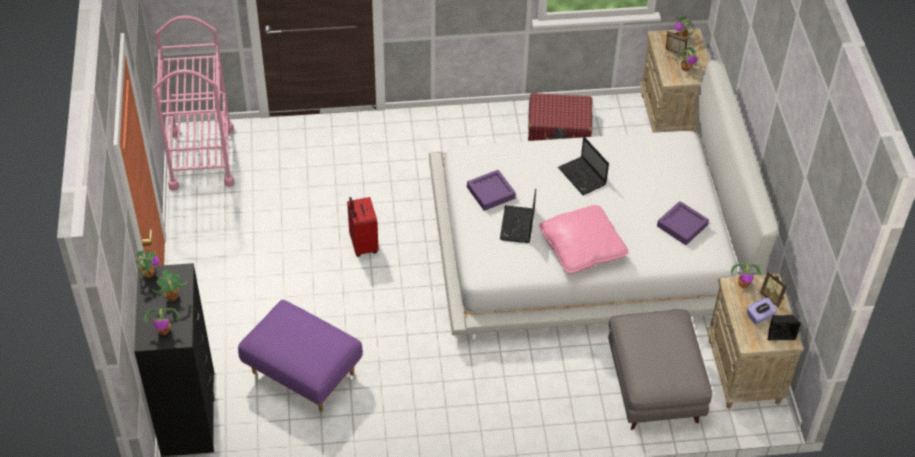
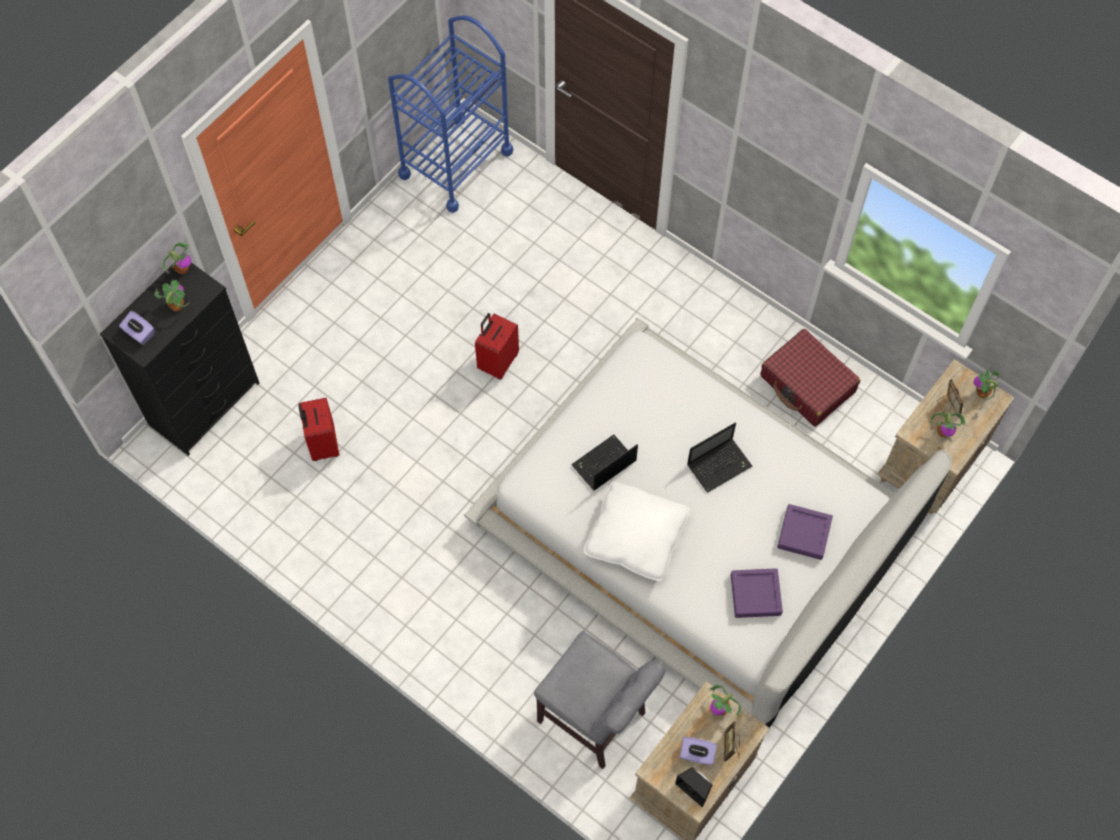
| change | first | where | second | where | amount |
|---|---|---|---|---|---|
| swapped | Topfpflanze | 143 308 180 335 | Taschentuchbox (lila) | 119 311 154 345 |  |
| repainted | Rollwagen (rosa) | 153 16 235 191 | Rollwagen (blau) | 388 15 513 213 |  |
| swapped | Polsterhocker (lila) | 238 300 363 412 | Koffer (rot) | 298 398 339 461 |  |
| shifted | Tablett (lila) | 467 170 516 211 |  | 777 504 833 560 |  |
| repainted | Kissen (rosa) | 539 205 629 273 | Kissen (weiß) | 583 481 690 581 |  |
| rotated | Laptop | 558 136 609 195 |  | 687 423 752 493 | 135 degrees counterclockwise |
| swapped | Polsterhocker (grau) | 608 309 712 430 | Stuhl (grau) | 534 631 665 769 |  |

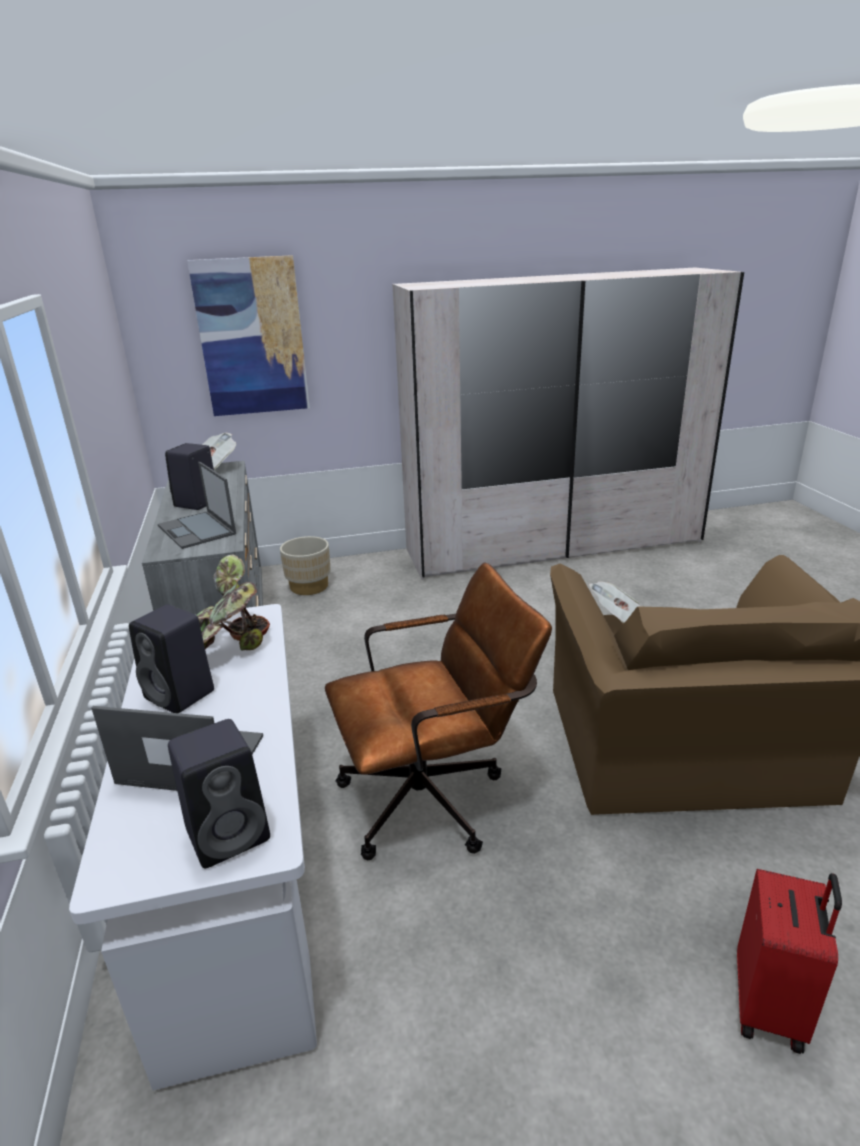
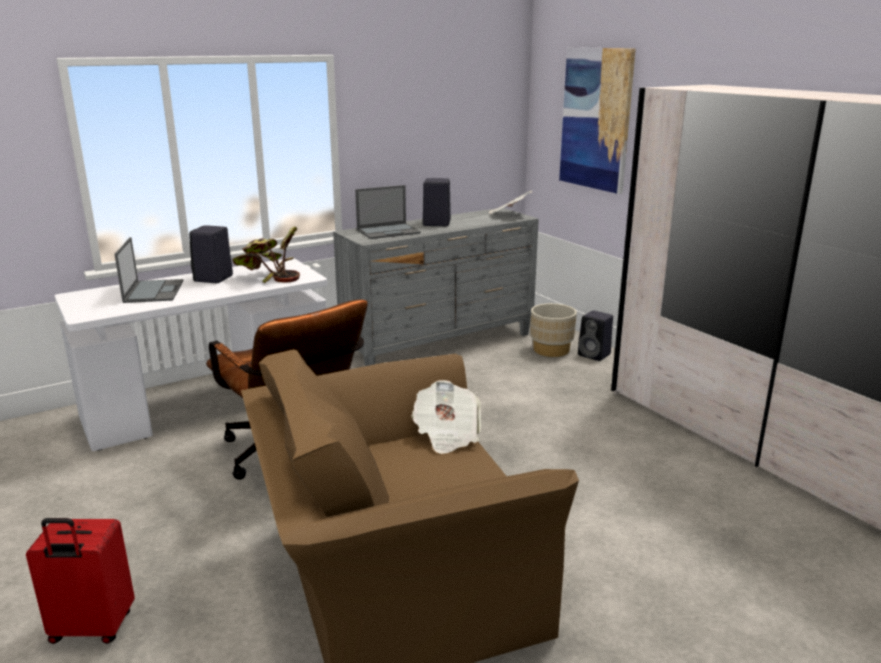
| change | first | where | second | where | amount |
|---|---|---|---|---|---|
| rotated | Laptop | 158 462 236 549 |  | 355 185 421 239 | 150 degrees counterclockwise |
| shifted | Lautsprecher (schwarz) | 168 719 270 868 |  | 578 310 613 361 |  |

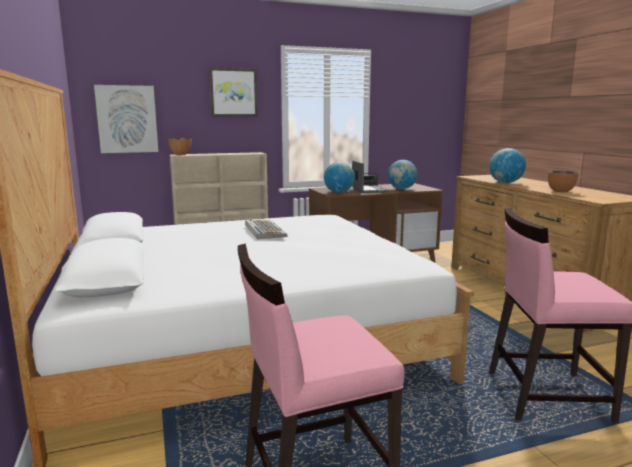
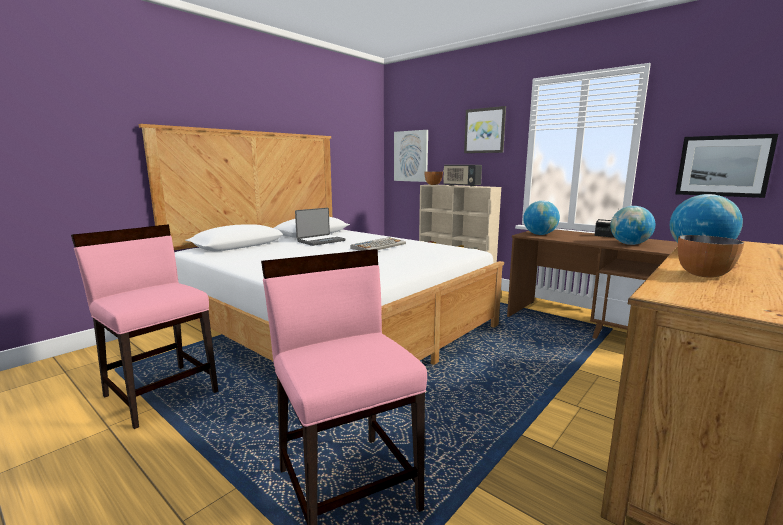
| change | first | where | second | where | amount |
|---|---|---|---|---|---|
| shifted | Laptop | 352 160 389 193 |  | 295 208 345 246 |  |
| new |  |  | Radio | 443 165 482 187 |  |
| new |  |  | Bild | 675 134 778 198 |  |

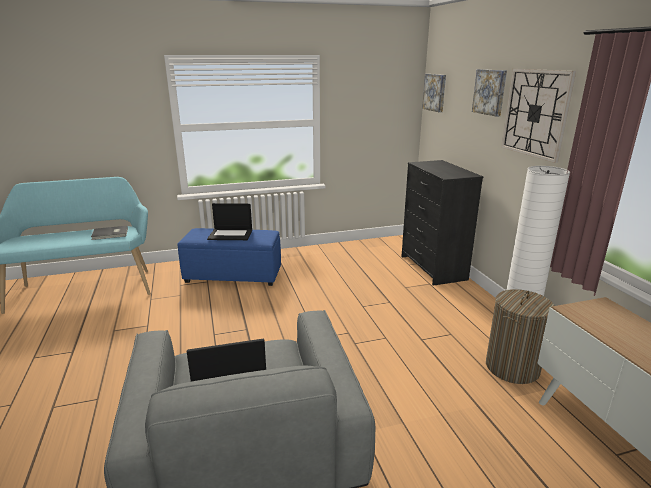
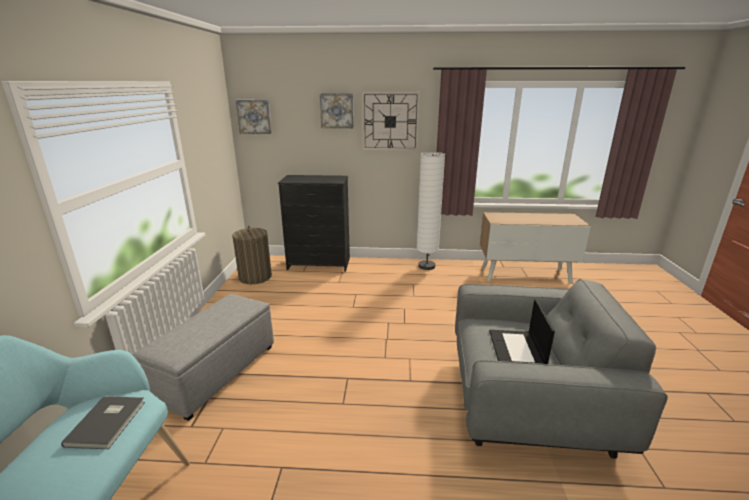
| change | first | where | second | where | amount |
|---|---|---|---|---|---|
| repainted | Polsterhocker (blau) | 177 228 281 286 | Polsterhocker (grau) | 133 294 274 421 |  |
| gone | Laptop | 207 203 252 240 |  |  |  |
| shifted | Wäschekorb | 486 289 554 384 |  | 232 226 272 284 |  |

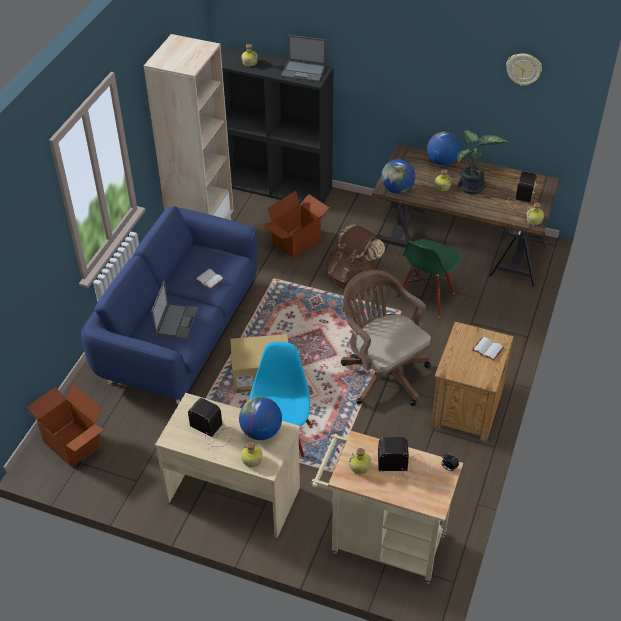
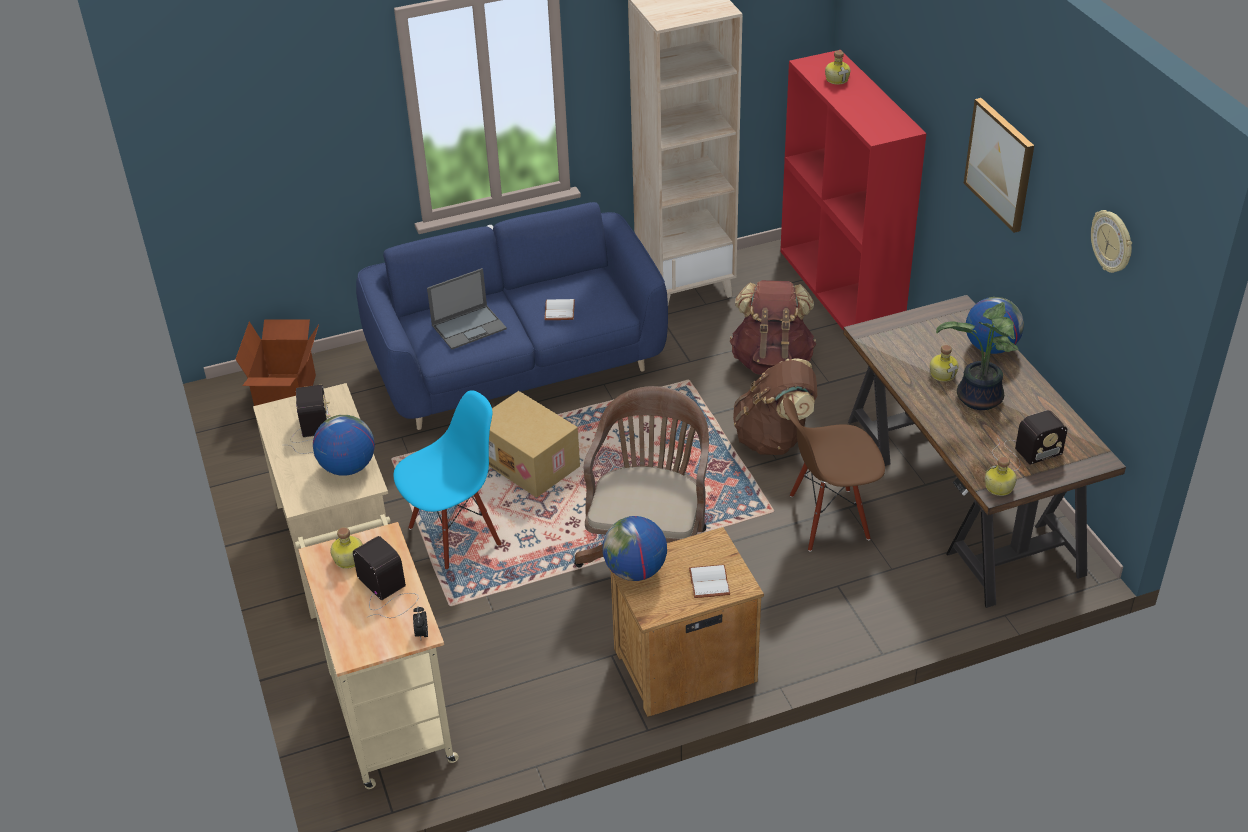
| change | first | where | second | where | amount |
|---|---|---|---|---|---|
| repainted | Bücherregal (schwarz) | 221 46 333 204 | Bücherregal (rot) | 780 50 927 331 |  |
| gone | Flasche | 241 442 262 468 |  |  |  |
| swapped | Karton | 262 191 329 258 | Rucksack (braun) | 729 280 816 375 |  |
| gone | Laptop | 281 35 326 82 |  |  |  |
| shifted | Globus | 381 159 415 194 |  | 603 516 667 581 |  |
| repainted | Stuhl (grün) | 397 239 461 317 | Stuhl (braun) | 783 398 885 552 |  |
| new |  |  | Bild | 964 98 1034 233 |  |

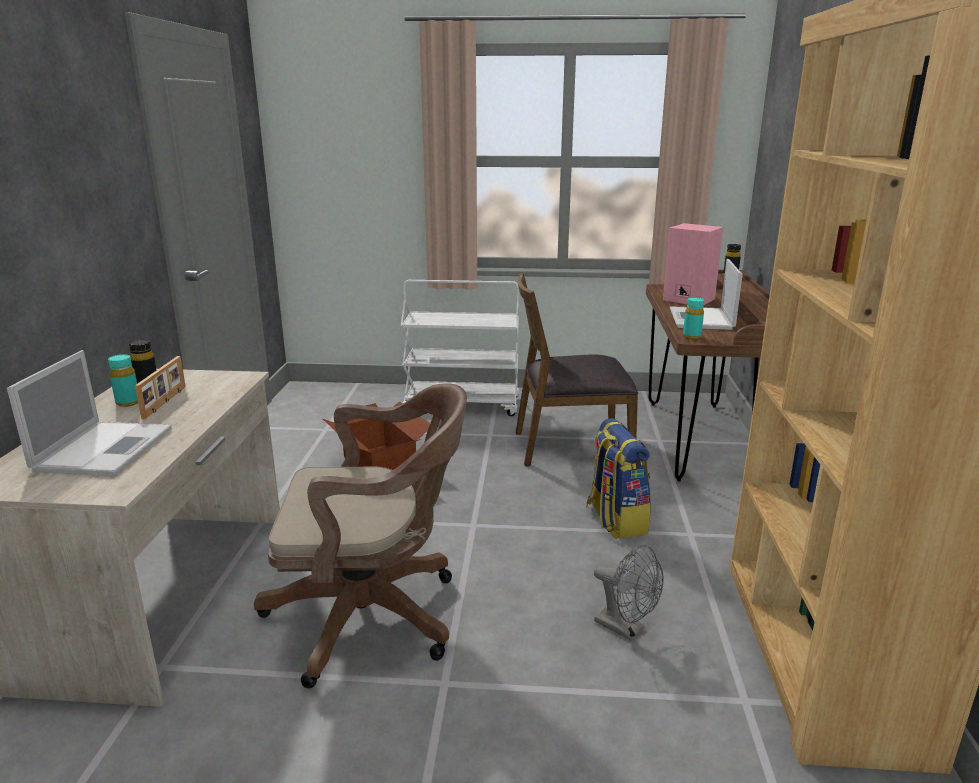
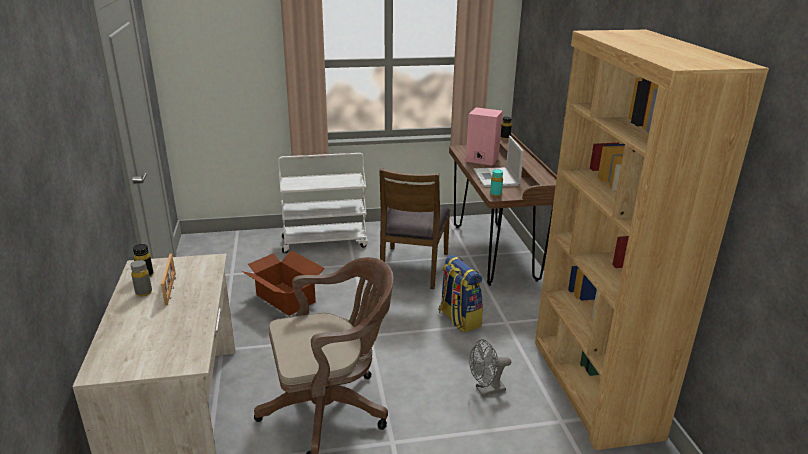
| change | first | where | second | where | amount |
|---|---|---|---|---|---|
| gone | Laptop | 7 350 172 476 |  |  |  |
| repainted | Flasche (türkis) | 108 354 138 407 | Flasche (grau) | 131 260 152 296 |  |
| rotated | Stuhl (braun) | 516 273 638 466 |  | 379 168 451 289 | 60 degrees counterclockwise |
| rotated | Ventilator (grau) | 594 545 664 641 |  | 469 339 511 396 | 135 degrees clockwise |

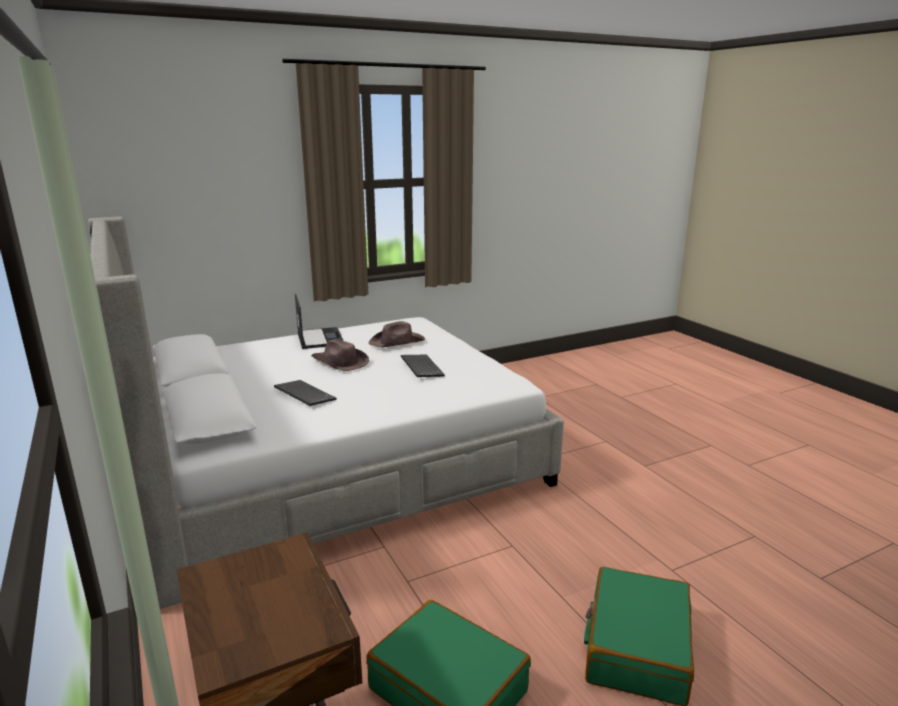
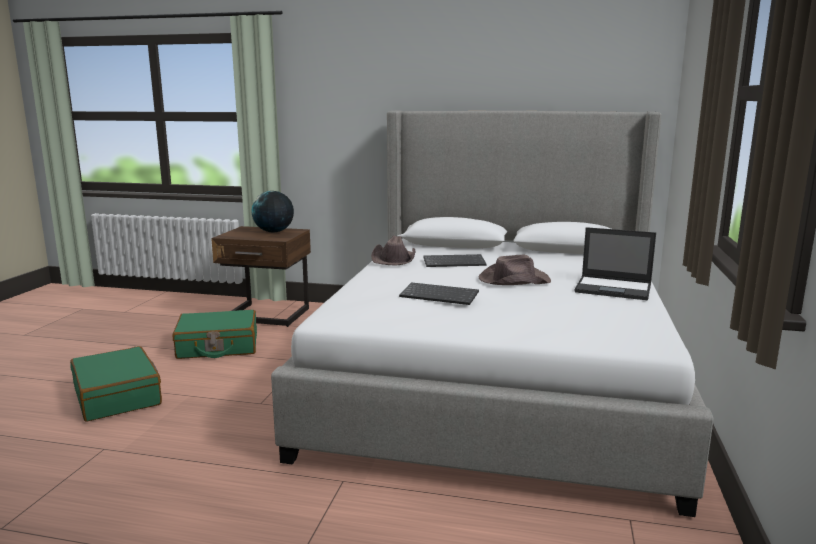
| change | first | where | second | where | amount |
|---|---|---|---|---|---|
| shifted | Hut (braun) | 369 321 425 347 |  | 371 235 415 265 |  |
| new |  |  | Globus | 252 191 294 233 |  |

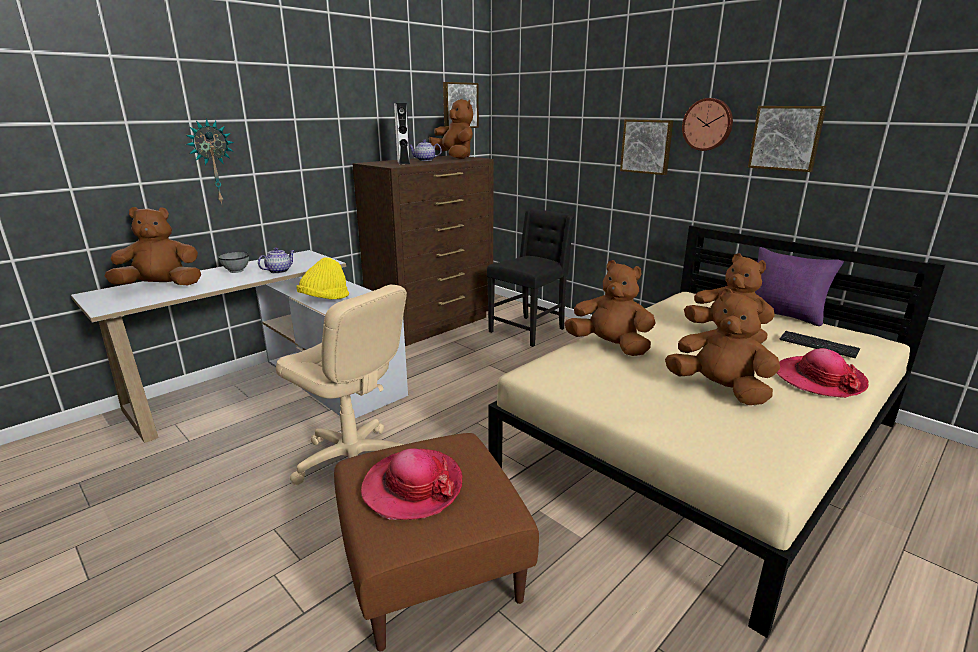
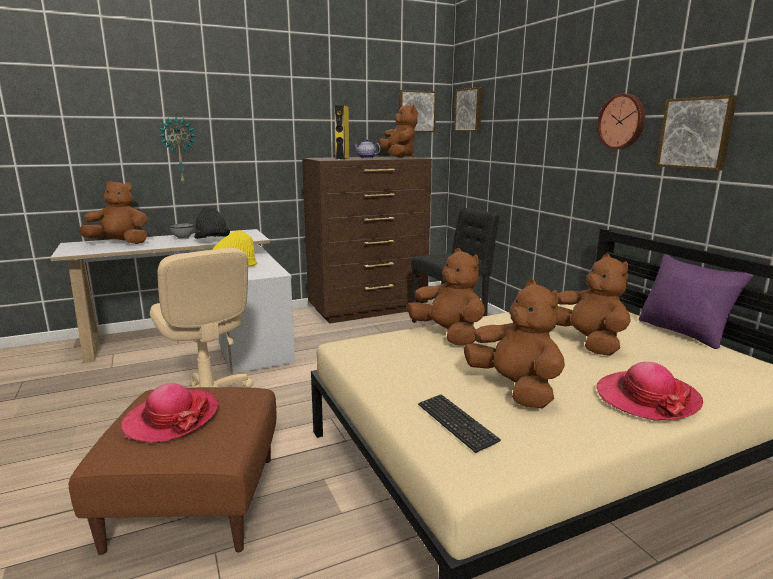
| change | first | where | second | where | amount |
|---|---|---|---|---|---|
| swapped | Teekanne | 258 248 295 274 | Hut (schwarz) | 194 206 230 239 |  |
| repainted | Lautsprecher (weiß) | 394 103 410 164 | Lautsprecher (gelb) | 334 105 349 159 |  |
| shifted | Bild | 620 119 673 175 |  | 454 87 483 131 |  |
| shifted | Tastatur | 779 331 860 358 |  | 418 394 501 453 |  |

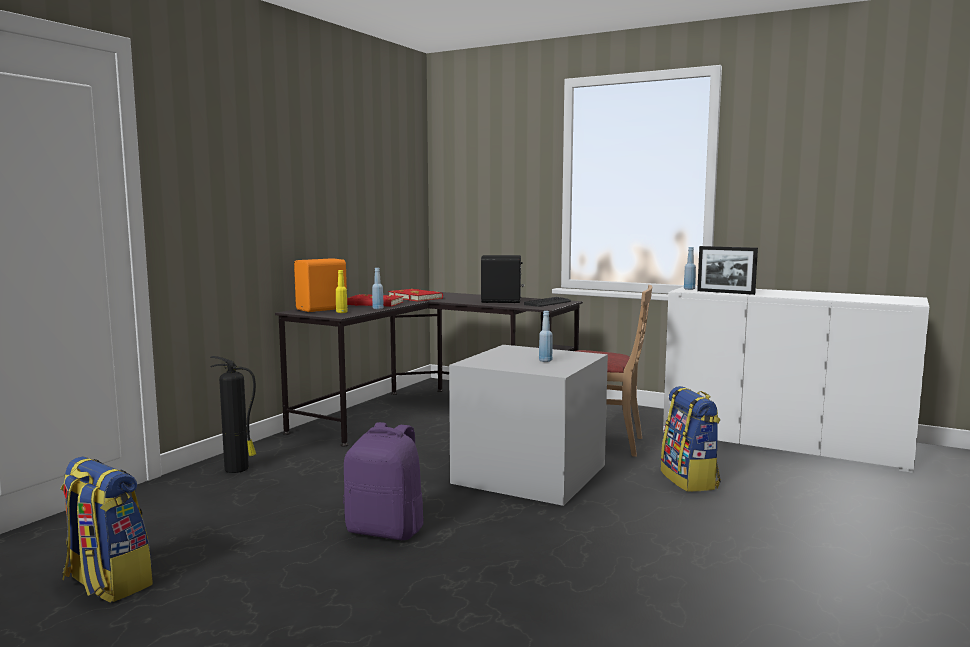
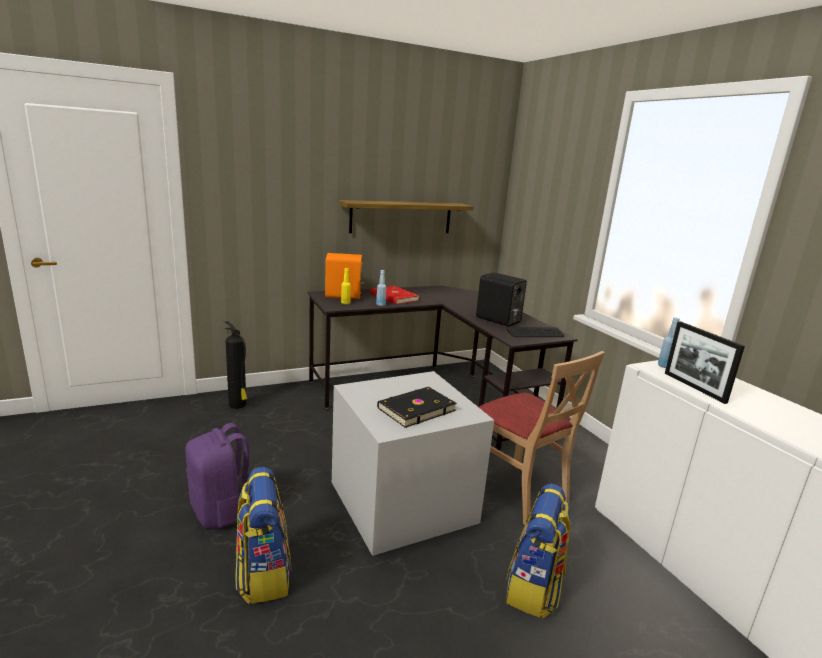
| change | first | where | second | where | amount |
|---|---|---|---|---|---|
| shifted | Rucksack | 61 456 153 603 |  | 235 467 291 604 |  |
| gone | Buch (rot) | 388 289 443 301 |  |  |  |
| swapped | Flasche (blau) | 539 311 553 362 | Buch (schwarz) | 377 387 457 428 |  |
| new |  |  | Wandregal | 338 200 474 233 |  |

